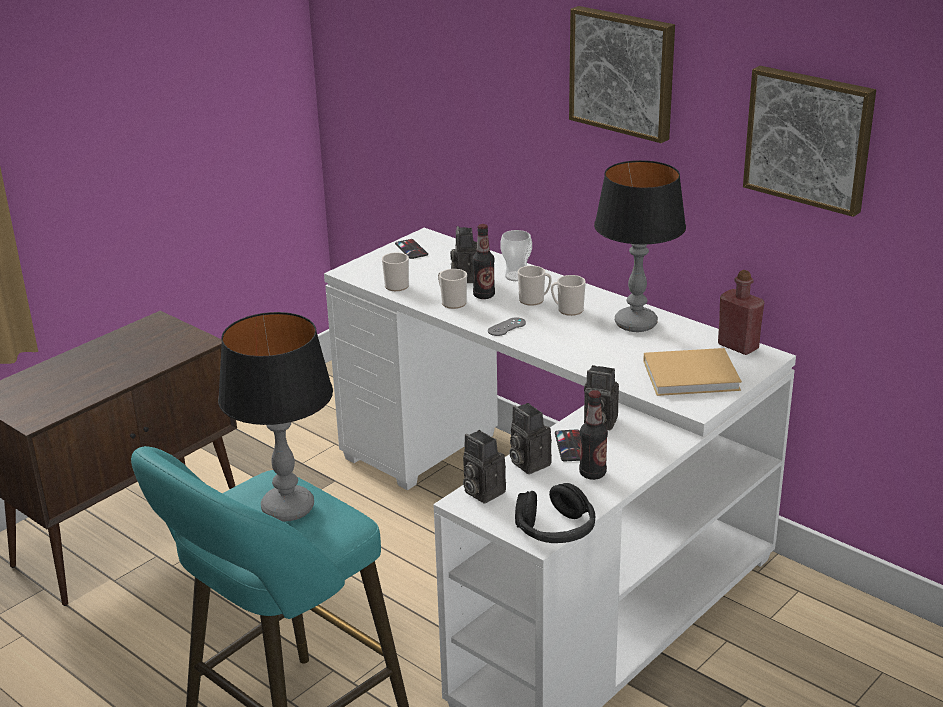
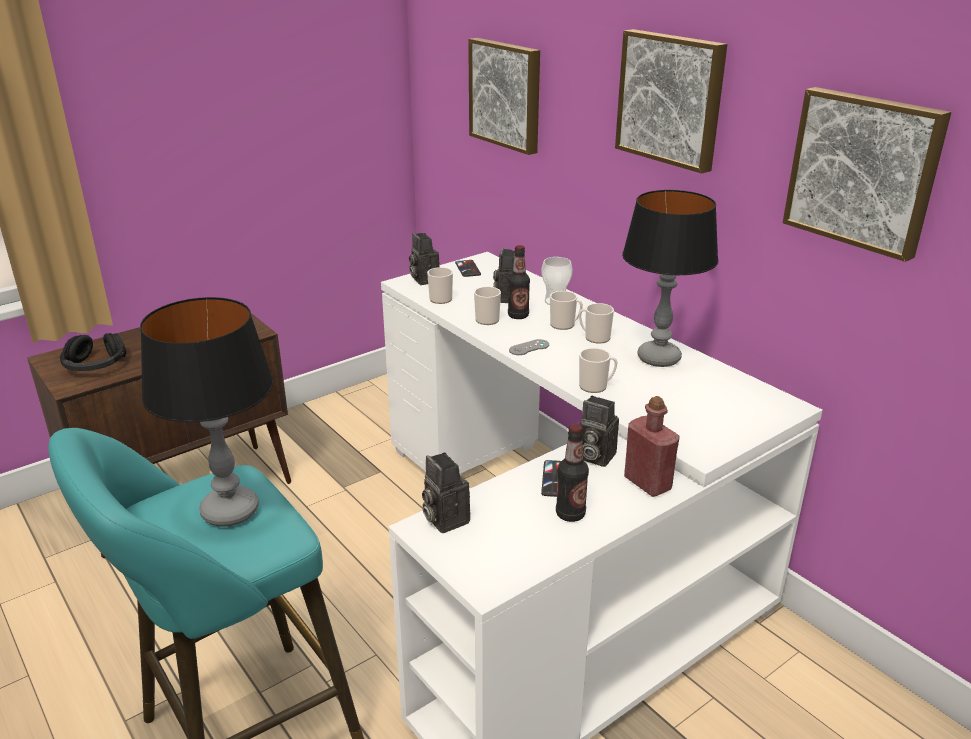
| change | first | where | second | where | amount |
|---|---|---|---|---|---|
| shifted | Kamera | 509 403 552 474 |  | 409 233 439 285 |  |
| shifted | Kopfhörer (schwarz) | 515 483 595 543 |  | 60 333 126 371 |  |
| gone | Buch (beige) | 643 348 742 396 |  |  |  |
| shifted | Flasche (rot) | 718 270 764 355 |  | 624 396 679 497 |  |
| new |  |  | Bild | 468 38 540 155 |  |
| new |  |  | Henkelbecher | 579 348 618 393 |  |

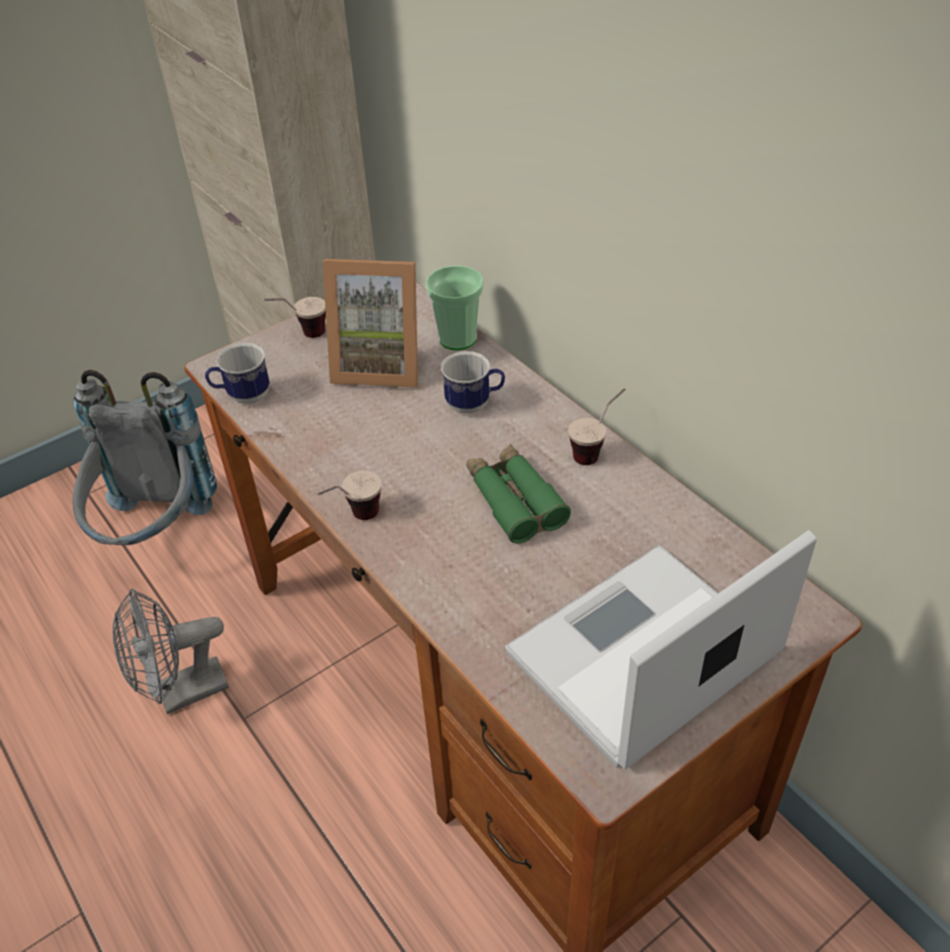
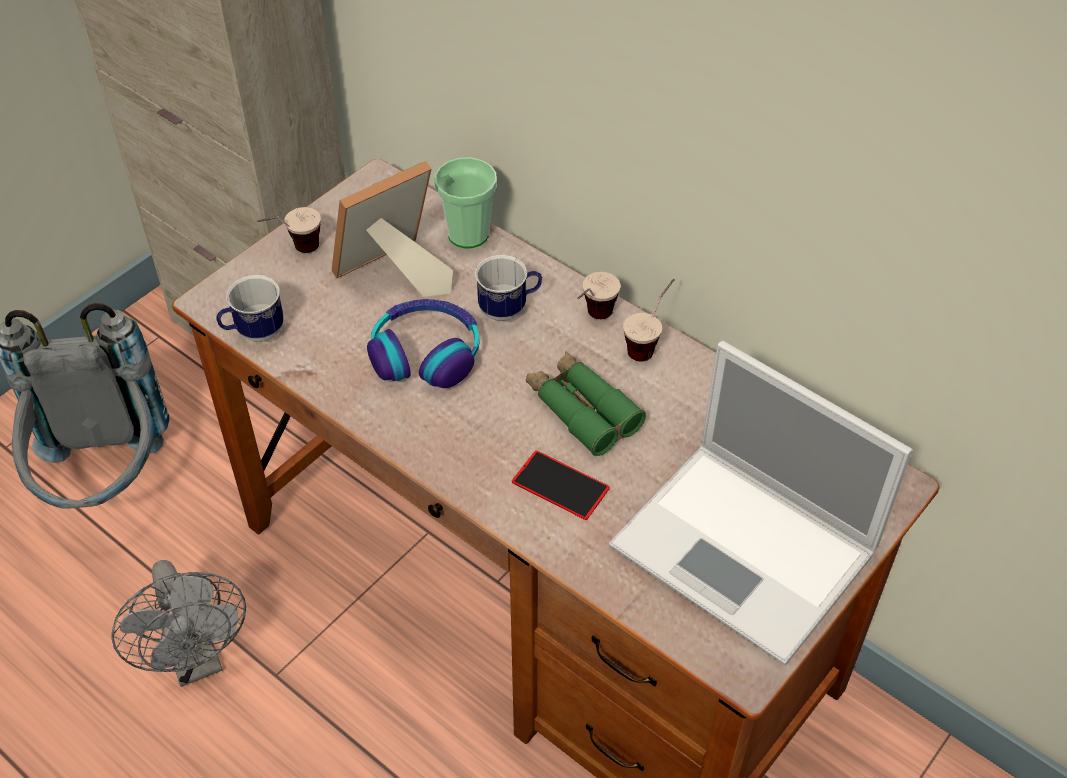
| change | first | where | second | where | amount |
|---|---|---|---|---|---|
| rotated | Ventilator (grau) | 113 589 229 714 |  | 111 560 246 687 | 75 degrees counterclockwise |
| shifted | Tasse | 317 471 381 520 |  | 577 272 621 319 |  |
| rotated | Bilderrahmen | 323 259 418 388 |  | 331 161 453 297 | 150 degrees clockwise |
| rotated | Laptop | 505 530 817 770 |  | 609 341 913 665 | 90 degrees counterclockwise |
| new |  |  | Kopfhörer | 367 299 480 388 |  |
| new |  |  | Handy | 512 451 610 520 |  |

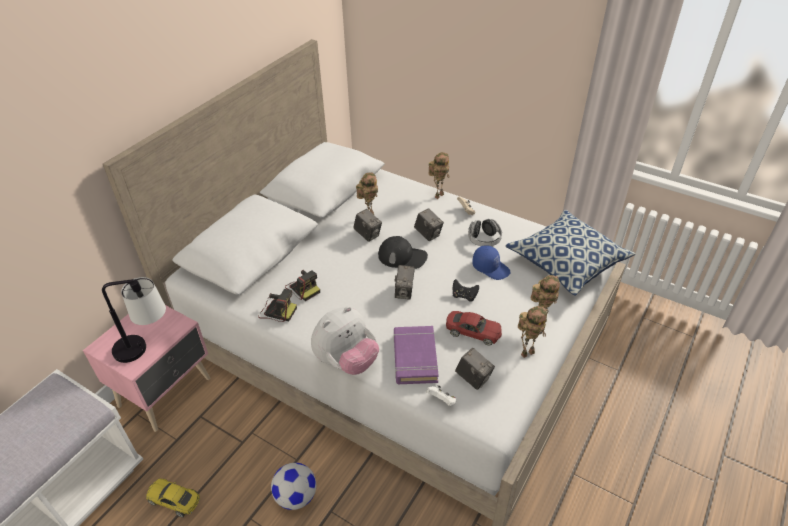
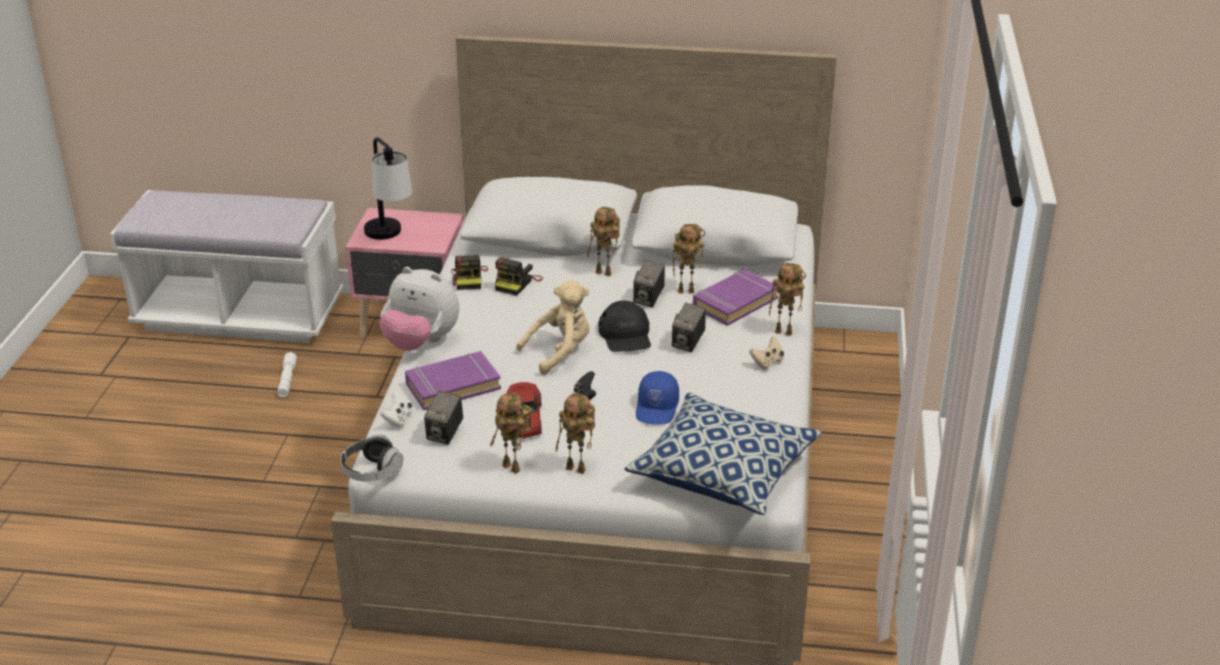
| change | first | where | second | where | amount |
|---|---|---|---|---|---|
| swapped | Spielzeugauto (gelb) | 146 479 200 517 | Taschenlampe (weiß) | 277 352 297 397 |  |
| gone | Fußball | 271 463 316 510 |  |  |  |
| swapped | Kamera | 394 265 415 300 | Plüschtier (beige) | 516 280 590 375 |  |
| shifted | Kopfhörer | 468 219 502 246 |  | 341 434 403 481 |  |
| new |  |  | Spielzeugroboter | 587 207 620 276 |  |
| new |  |  | Buch (lila) | 693 269 778 326 |  |

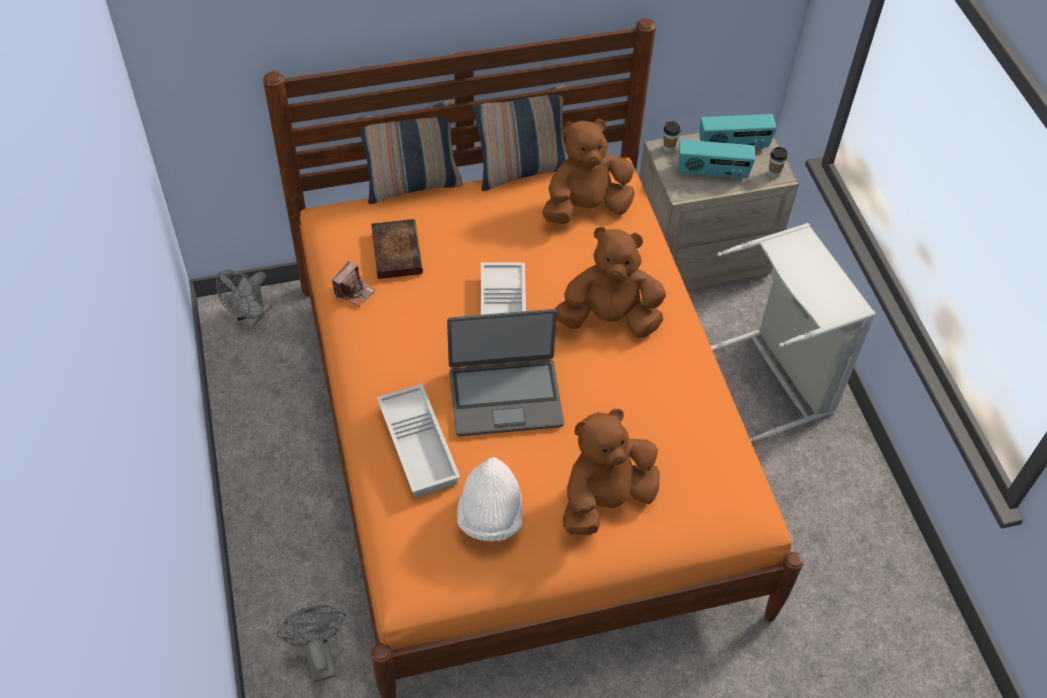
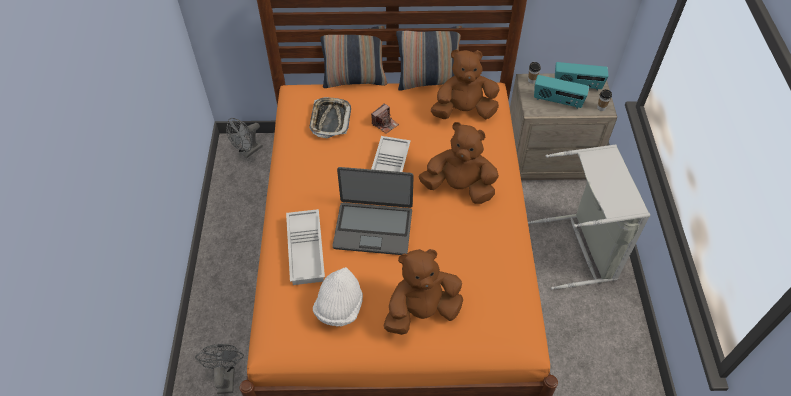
| change | first | where | second | where | amount |
|---|---|---|---|---|---|
| shifted | Kamera | 332 261 376 307 |  | 371 103 399 134 |  |
| swapped | Buch | 371 219 423 279 | Tablett | 309 97 351 138 |  |

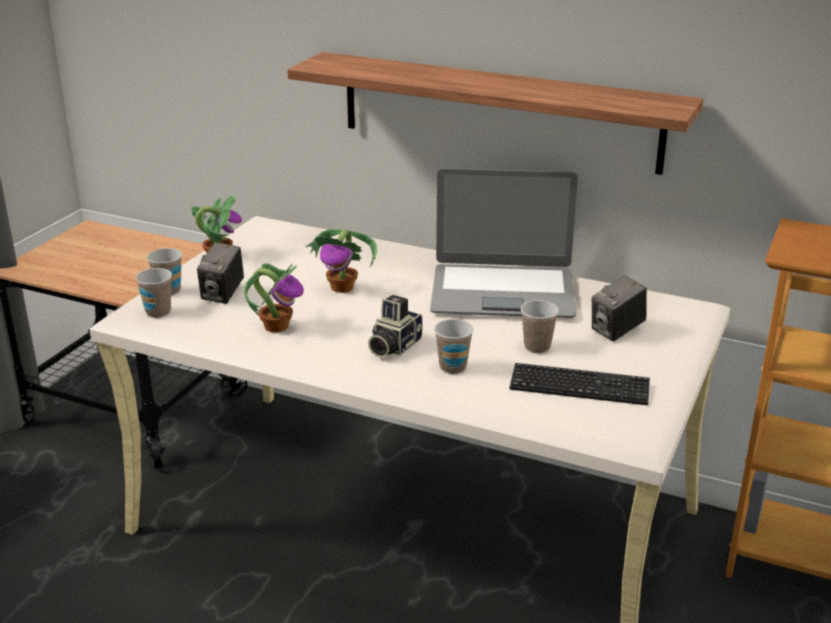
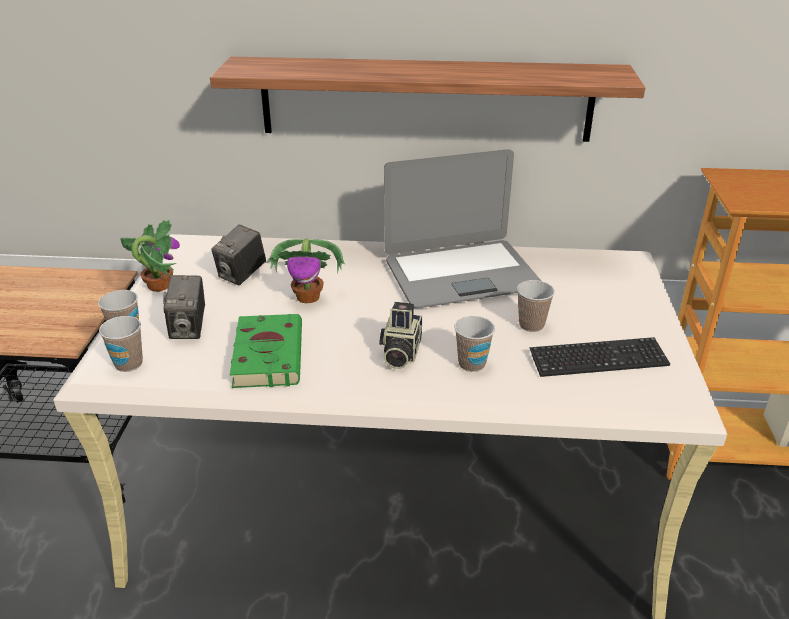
| change | first | where | second | where | amount |
|---|---|---|---|---|---|
| swapped | Topfpflanze | 244 263 304 332 | Buch (grün) | 230 314 302 388 |  |
| shifted | Kamera | 592 275 647 341 |  | 211 224 266 285 |  |

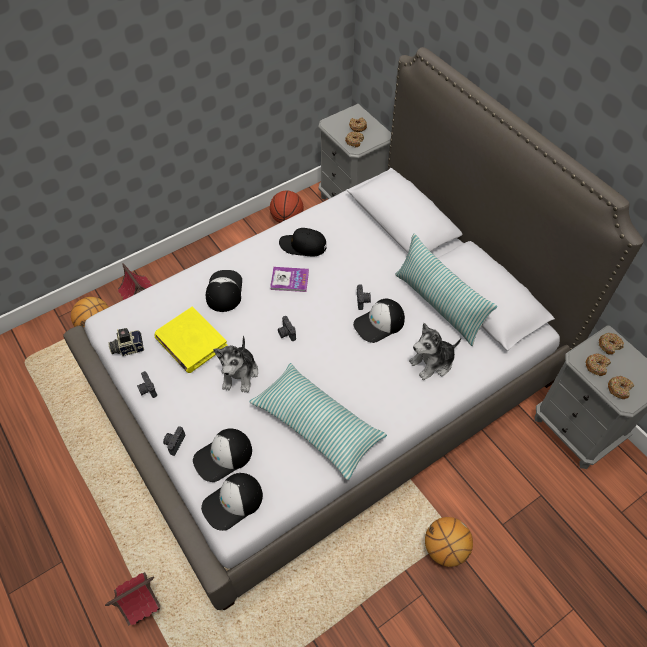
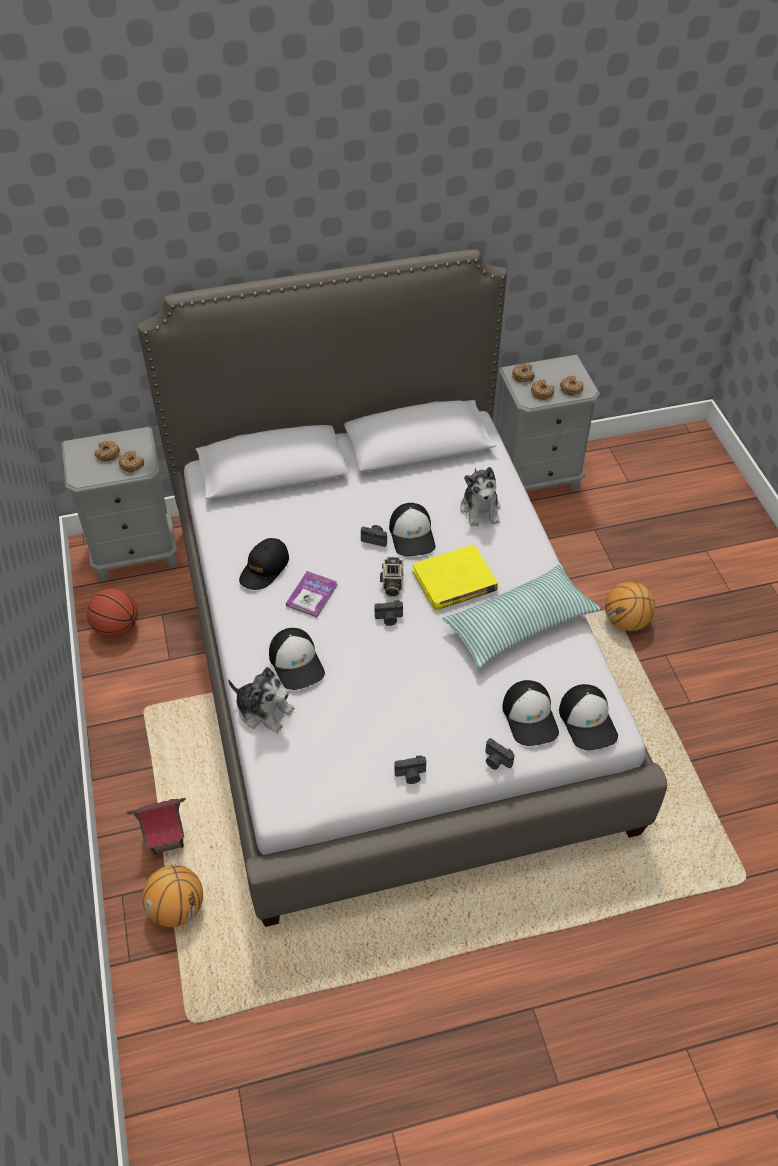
| change | first | where | second | where | amount |
|---|---|---|---|---|---|
| gone | Spielzeughaus | 105 572 160 626 |  |  |  |
| shifted | Kamera | 108 328 144 356 |  | 380 557 404 597 |  |
| shifted | Buch (gelb) | 154 307 228 373 |  | 412 544 498 610 |  |
| rotated | Kappe | 206 270 242 312 |  | 269 628 325 690 | 135 degrees counterclockwise |
| shifted | Plüschtier | 213 336 258 393 |  | 228 667 295 733 |  |
| gone | Kissen | 395 234 497 346 |  |  |  |

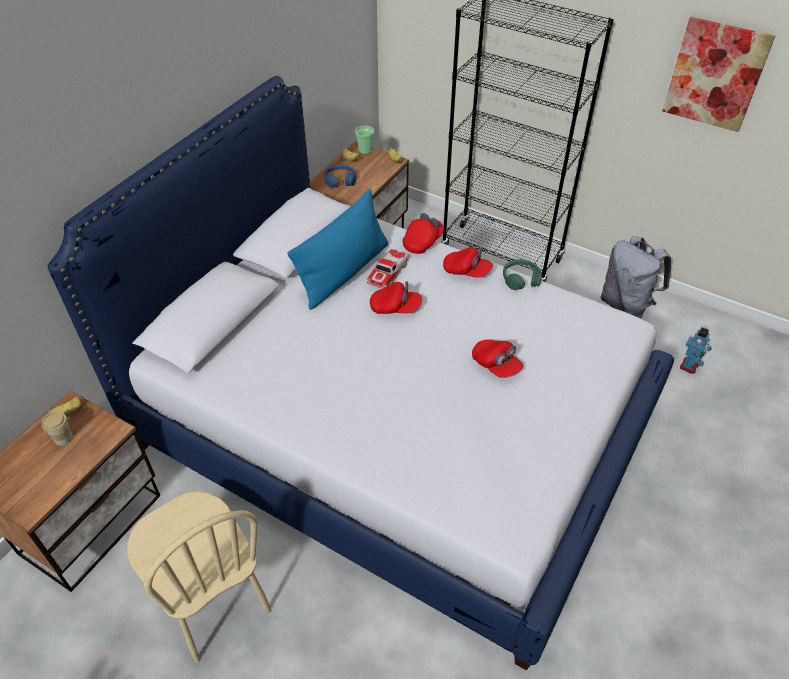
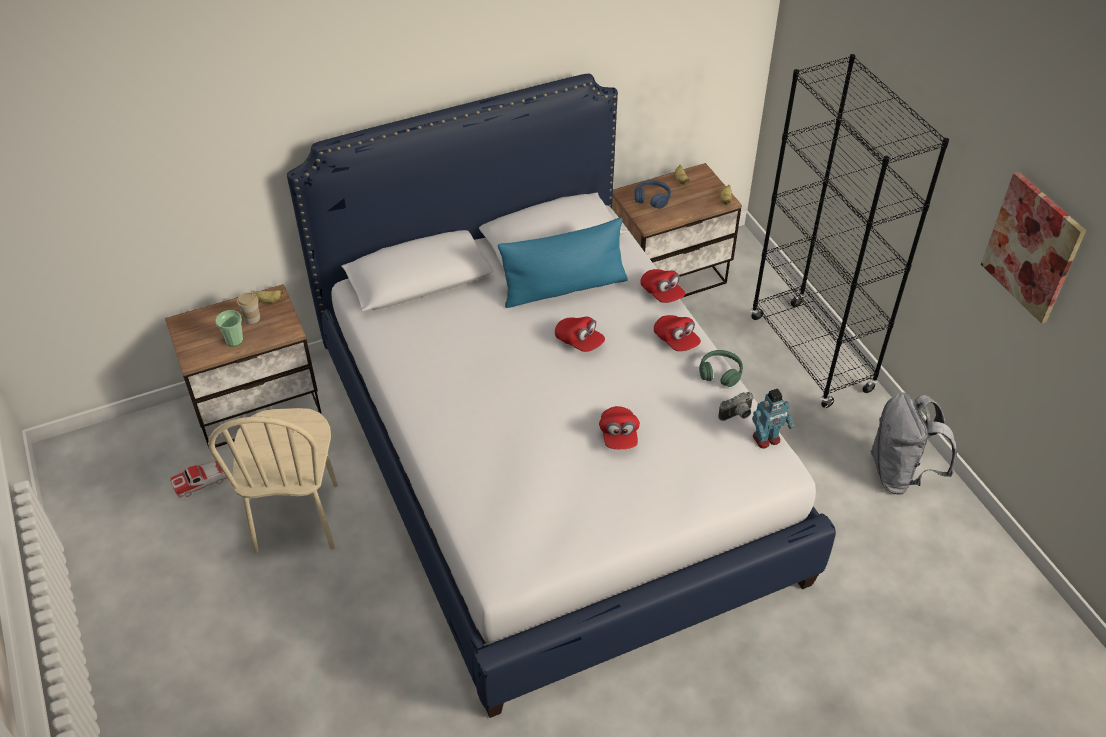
| change | first | where | second | where | amount |
|---|---|---|---|---|---|
| shifted | Tasse | 355 125 375 154 |  | 215 310 243 347 |  |
| shifted | Spielzeugauto | 367 249 409 289 |  | 170 460 227 498 |  |
| rotated | Kappe (rot) | 403 213 444 254 |  | 641 269 685 303 | 75 degrees clockwise |
| shifted | Spielzeugroboter | 680 327 712 374 |  | 752 389 795 448 |  |
| new |  |  | Kamera | 718 392 754 421 |  |

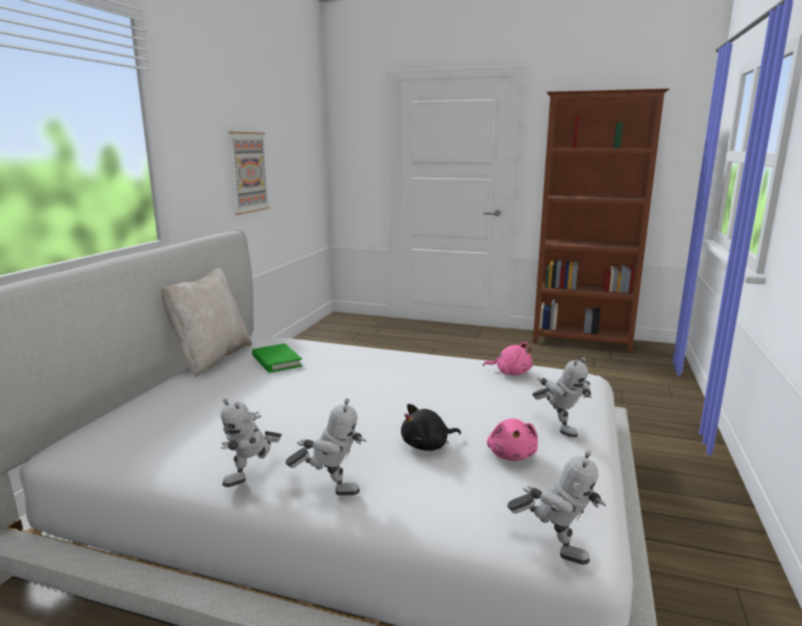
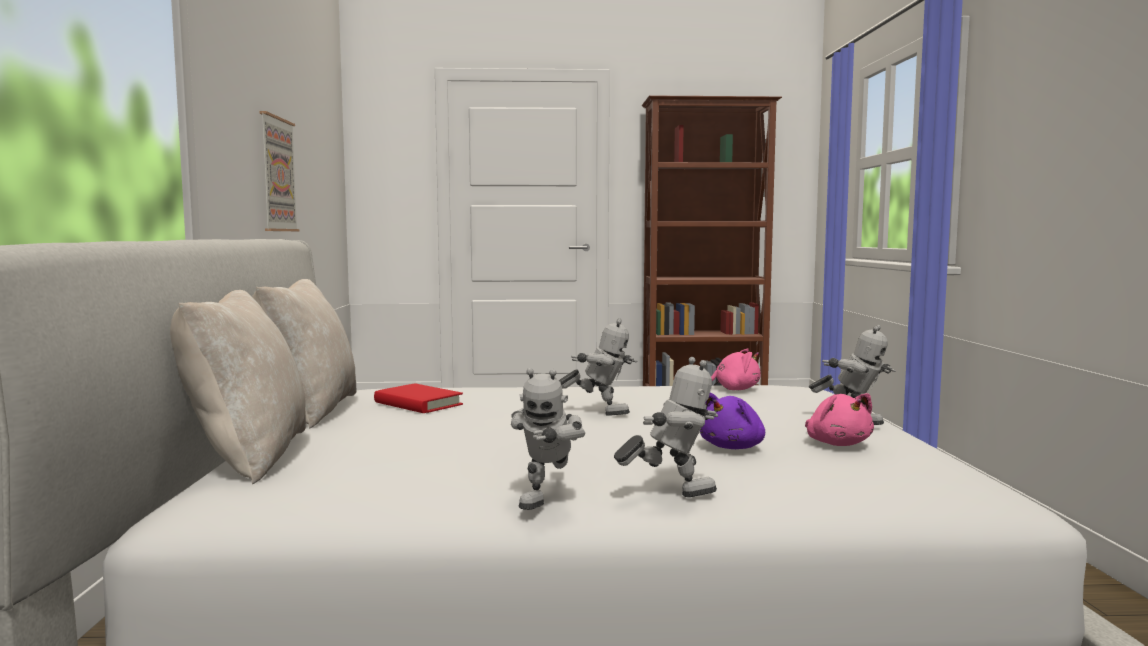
| change | first | where | second | where | amount |
|---|---|---|---|---|---|
| repainted | Buch (grün) | 252 343 303 373 | Buch (rot) | 374 383 463 413 |  |
| repainted | Plüschtier (schwarz) | 401 404 461 451 | Plüschtier (lila) | 700 392 765 449 |  |
| shifted | Spielzeugroboter | 507 450 606 565 |  | 559 318 637 416 |  |
| new |  |  | Kissen (beige) | 170 290 306 484 |  |

